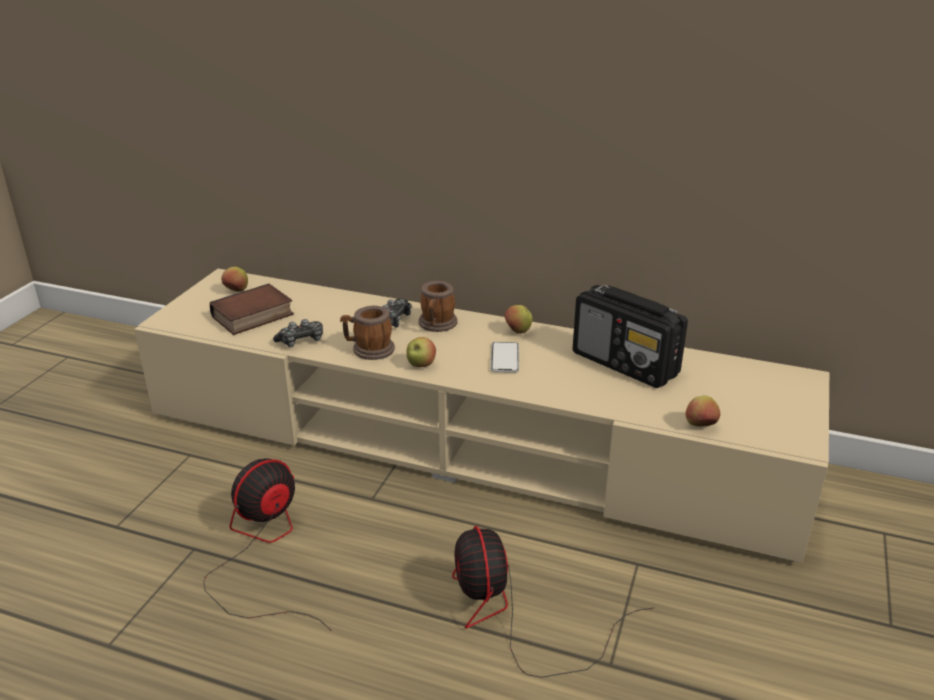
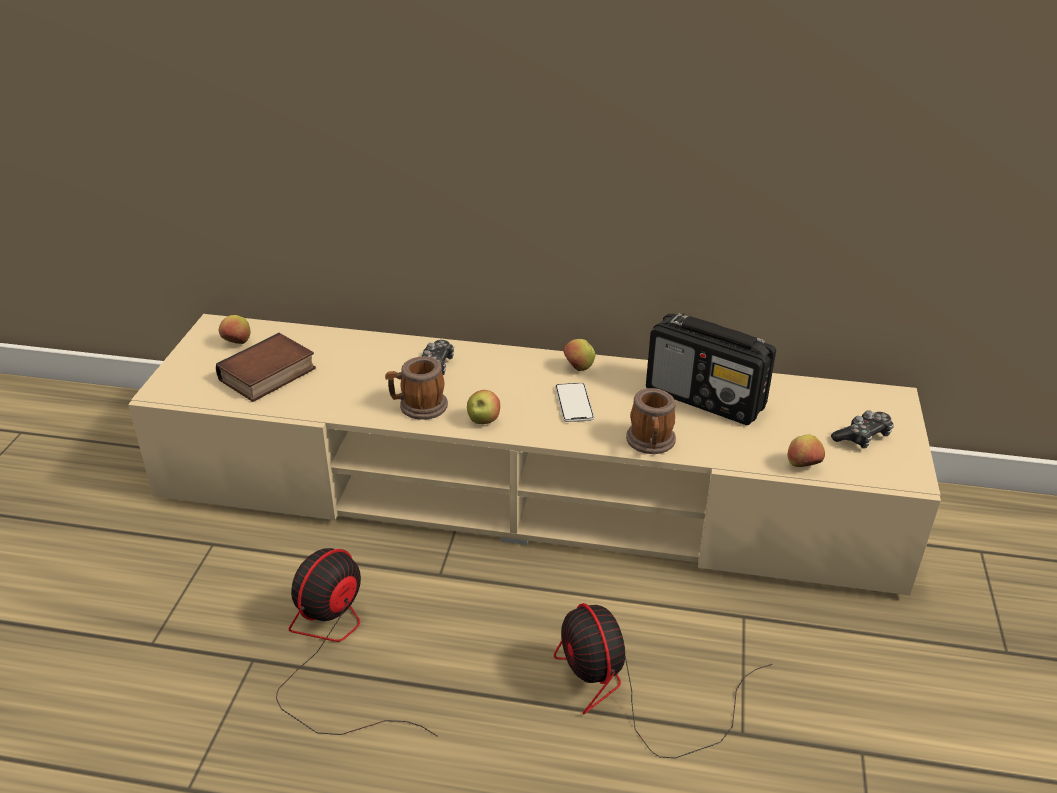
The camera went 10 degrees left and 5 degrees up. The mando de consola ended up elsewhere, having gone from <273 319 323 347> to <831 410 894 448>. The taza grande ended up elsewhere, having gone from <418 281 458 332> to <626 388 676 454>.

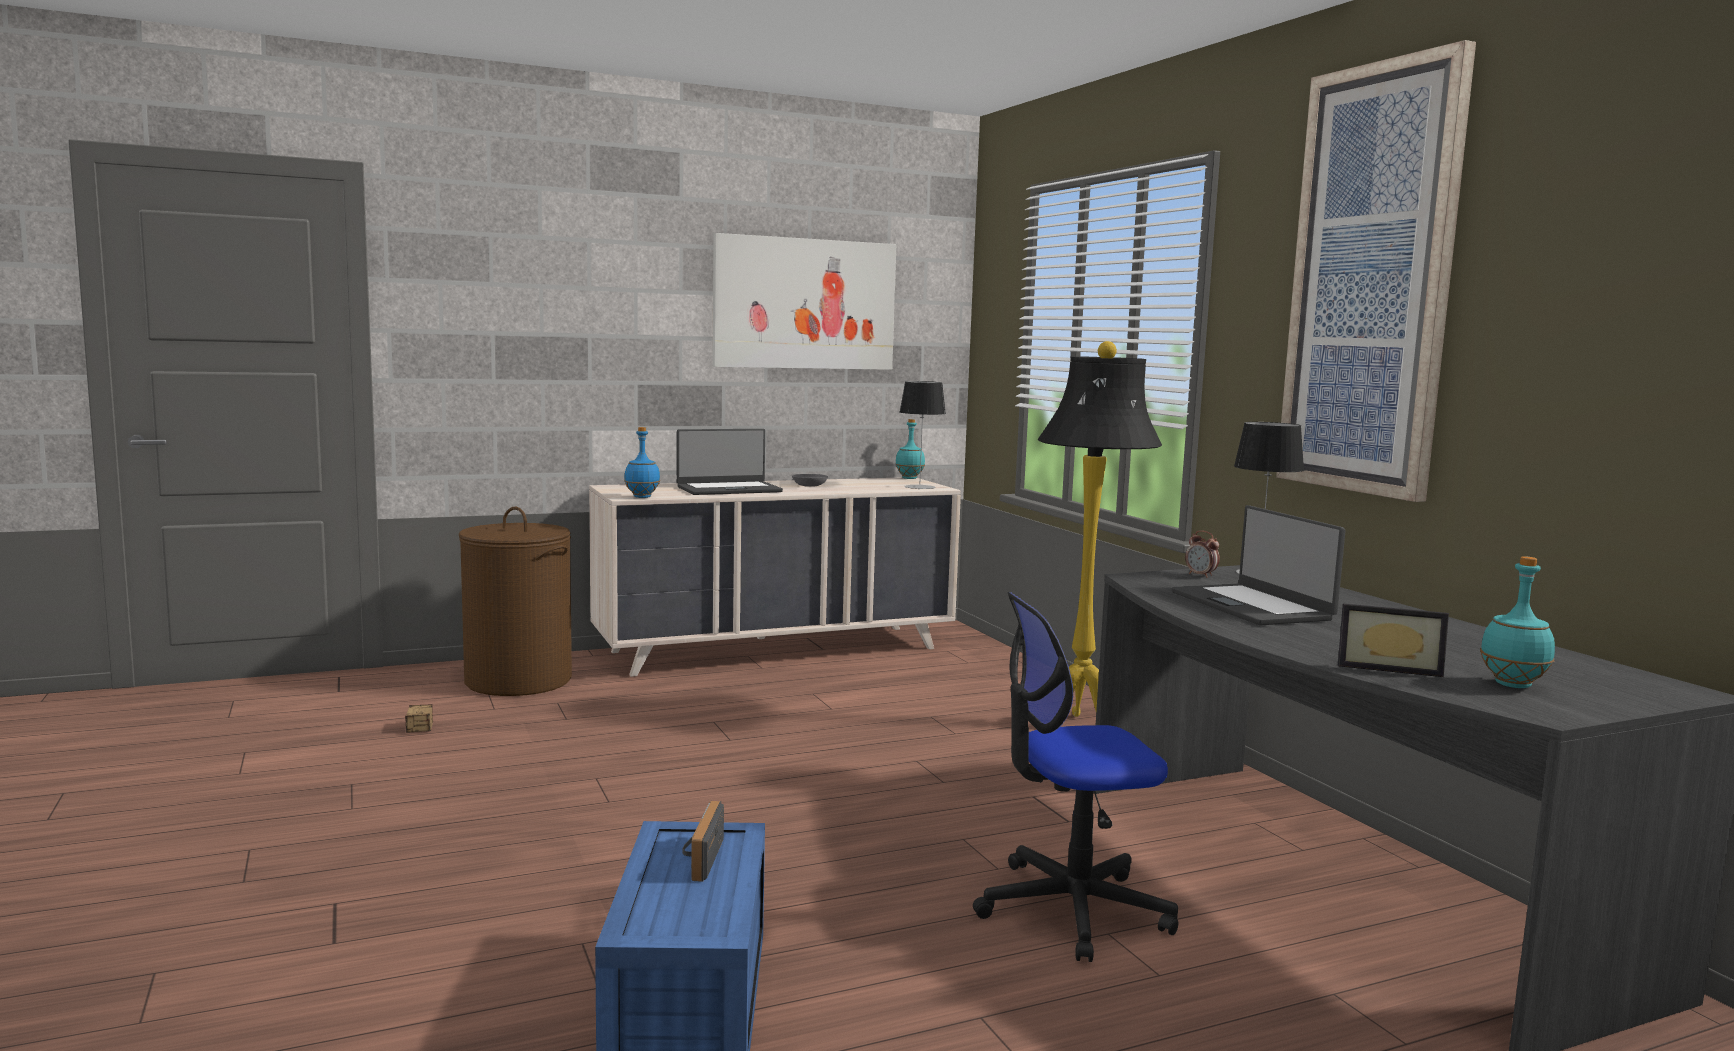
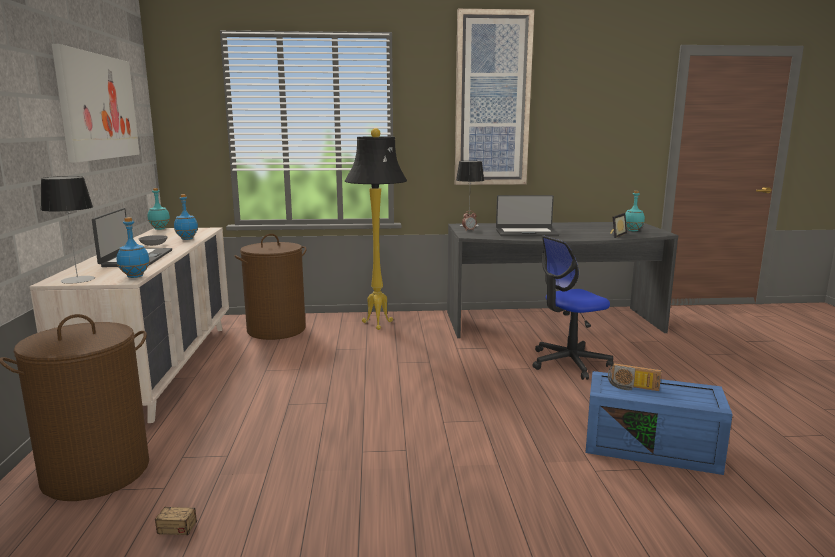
The camera went 70 degrees left and 5 degrees up. The lámpara de mesa ended up elsewhere, having gone from <900 381 946 489> to <40 176 95 283>. The silla de oficina at <972 592 1178 962> ended up facing another way, 60 degrees clockwise from before. The second view gained the botella (azul) at <174 194 198 240>. The second view gained the cesto de la ropa (marrón) at <234 234 306 340>.

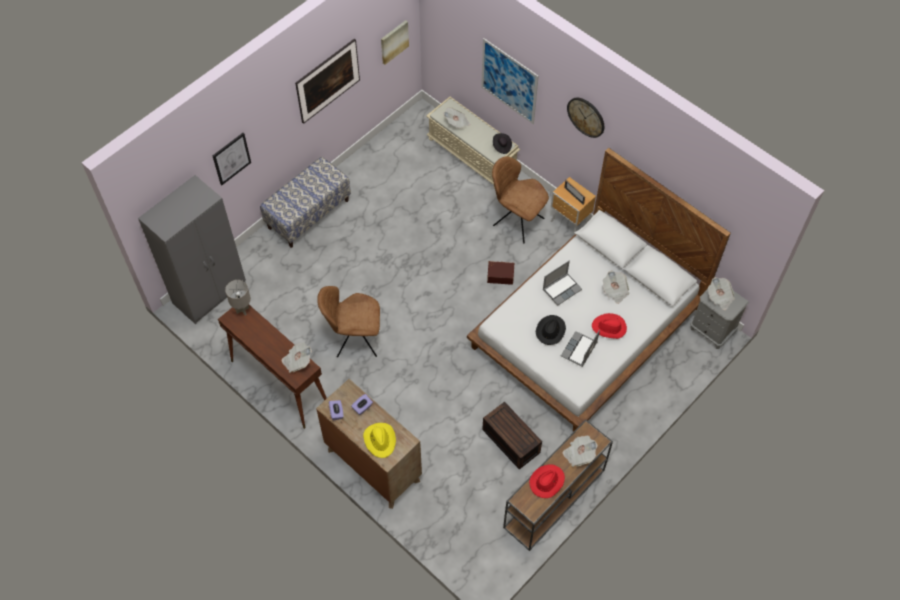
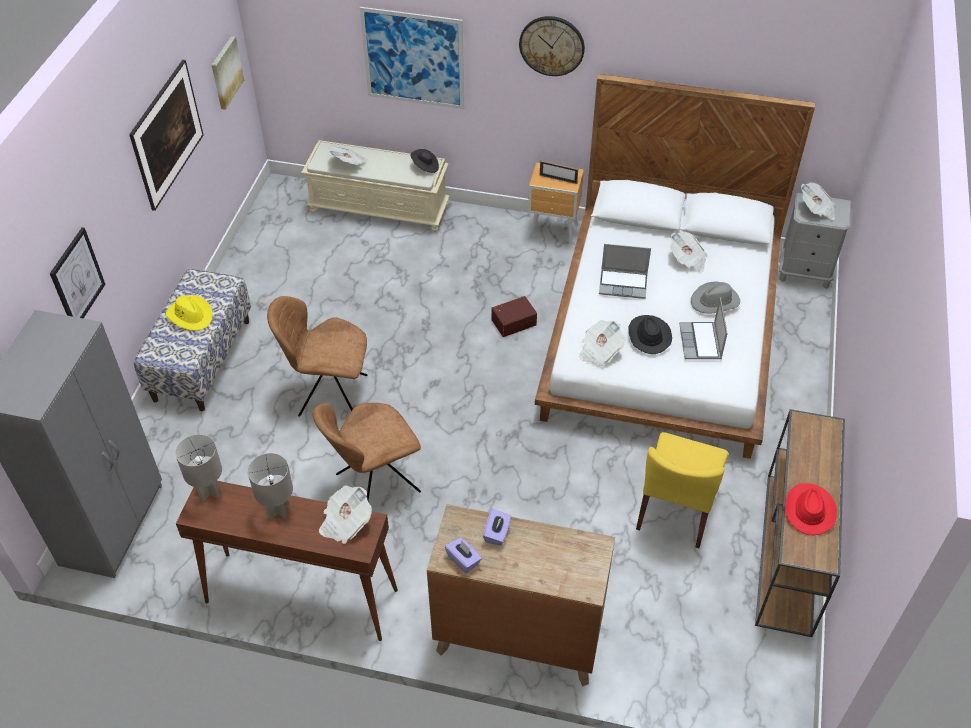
The camera went 30 degrees left and 10 degrees down. The sombrero (amarillo) ended up elsewhere, having gone from <363 423 396 458> to <166 295 213 331>. Where the caja de almacenaje (marrón) stood at <482 402 542 469>, the silla (amarillo) came to stand at <636 432 728 548>. The silla (marrón) ended up elsewhere, having gone from <492 156 549 243> to <267 296 367 417>. The portátil at <543 260 582 306> ended up facing another way, 75 degrees clockwise from before. The periódico ended up elsewhere, having gone from <563 436 598 467> to <579 320 625 366>. What was the sombrero (rojo) at <592 313 627 339> turned into the sombrero (gris) at <691 282 740 313>. The second view gained the lámpara de mesa (gris) at <248 453 293 519>.

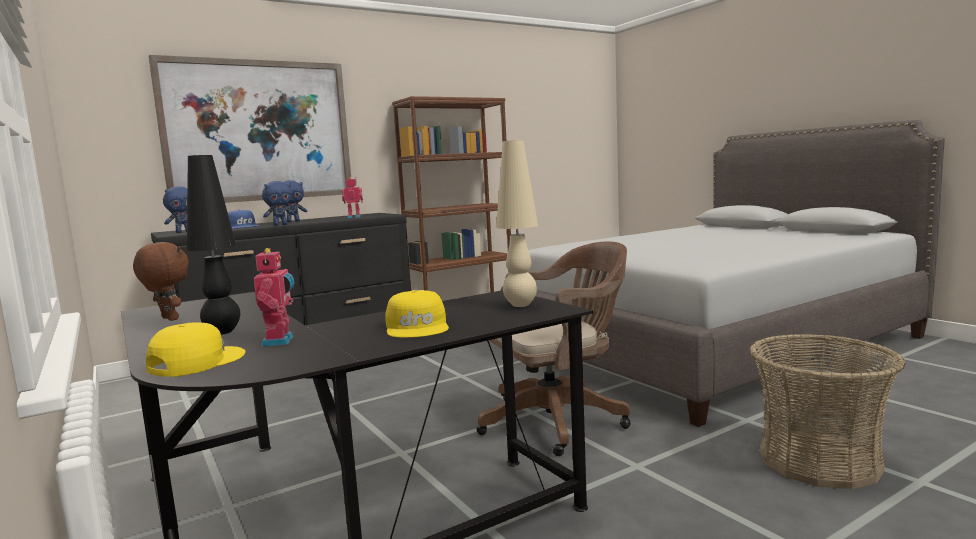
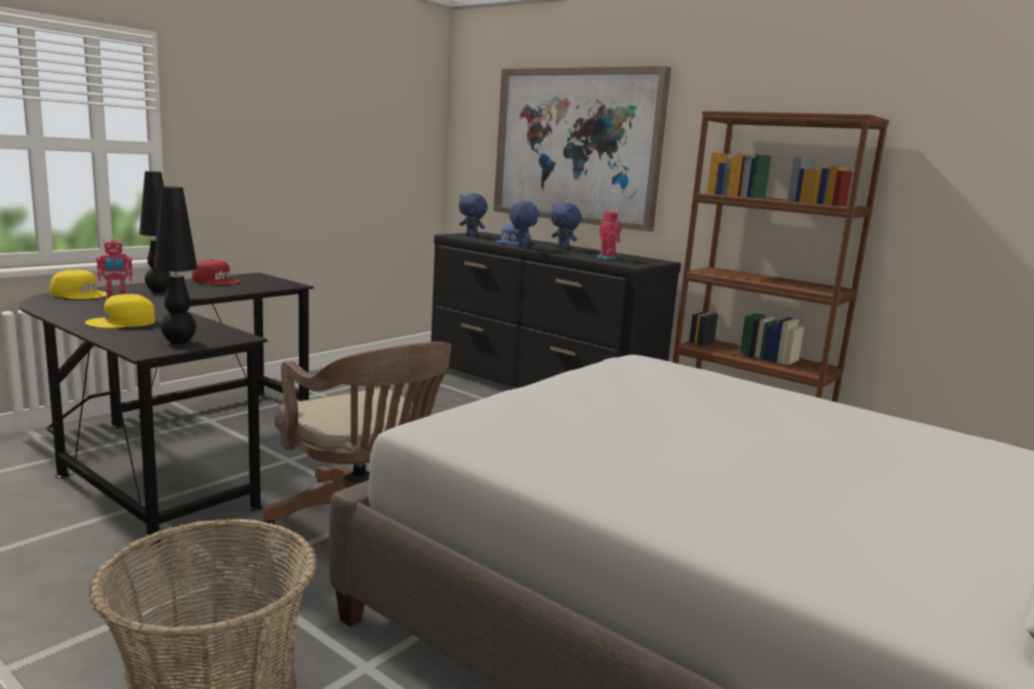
The camera went 70 degrees right and 5 degrees up. Where the peluche (marrón) stood at <133 242 189 321>, the gorra (rojo) came to stand at <192 259 240 285>. The peluche (azul) at <262 181 295 226> ended up facing another way, 150 degrees counterclockwise from before. What was the lámpara de mesa (beis) at <496 140 538 307> turned into the lámpara de mesa (negro) at <154 186 198 344>.

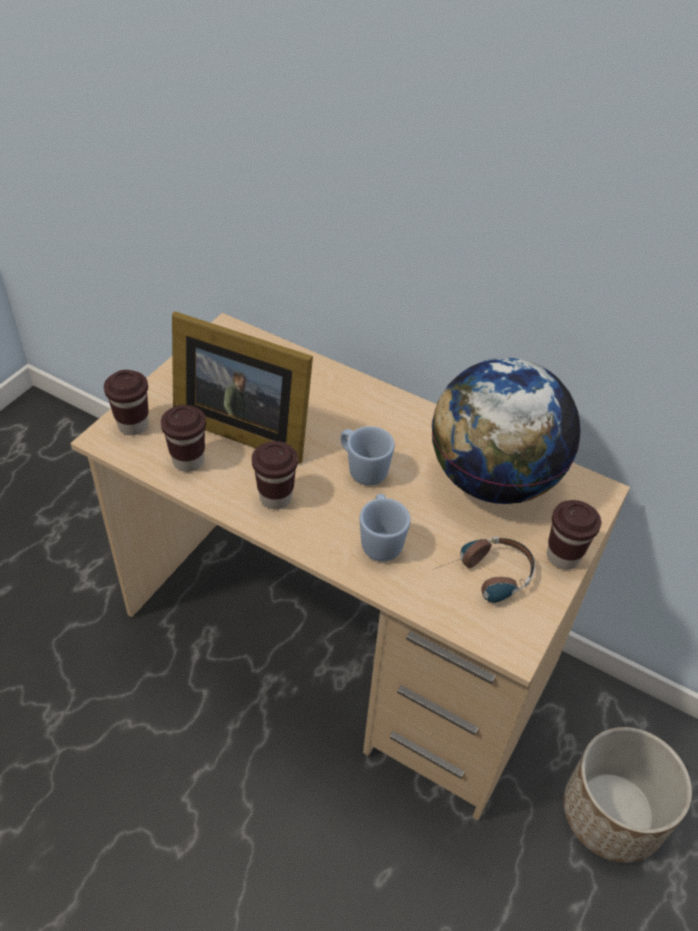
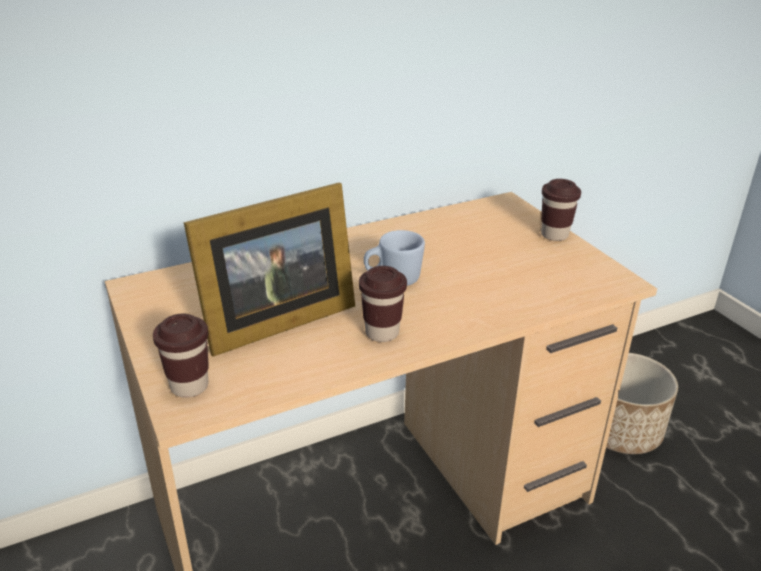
The camera went 55 degrees left and 15 degrees down. The second view lost the taza (marrón) at <161 405 206 472>. The second view lost the taza grande (azul) at <360 494 411 562>. The second view lost the globo terráqueo at <432 358 580 504>. The second view lost the auriculares at <437 537 535 603>.

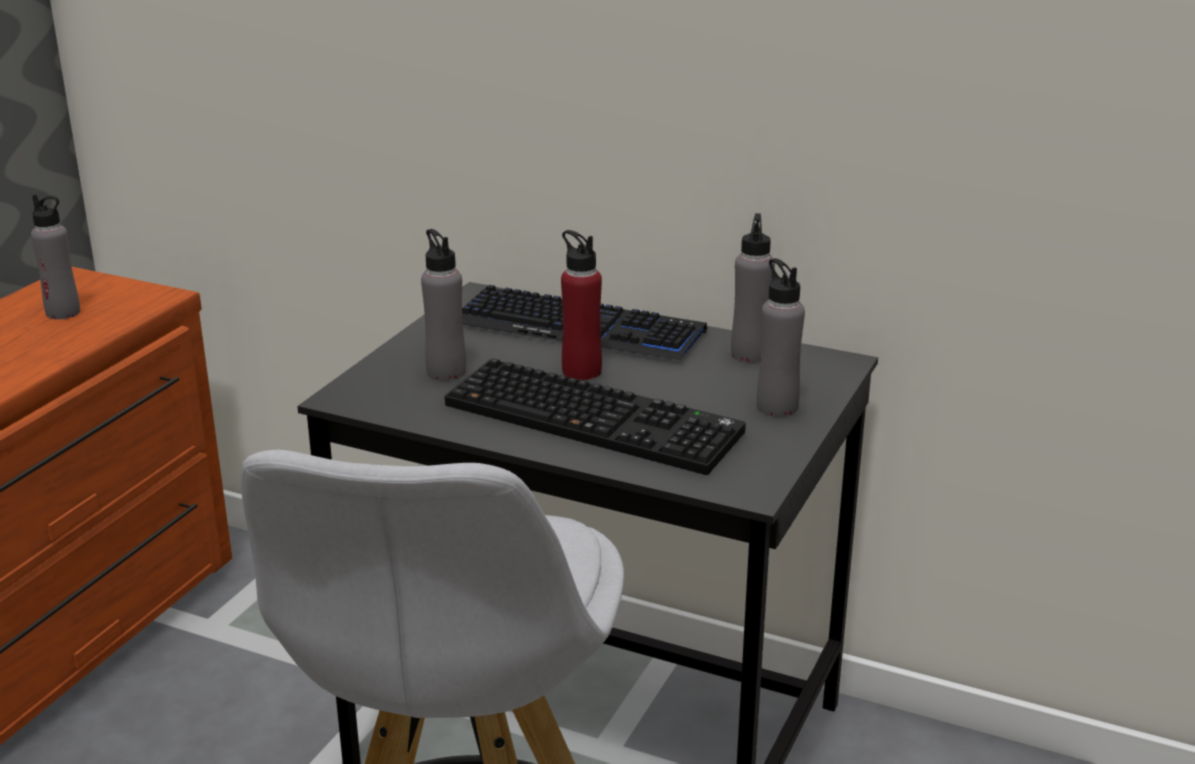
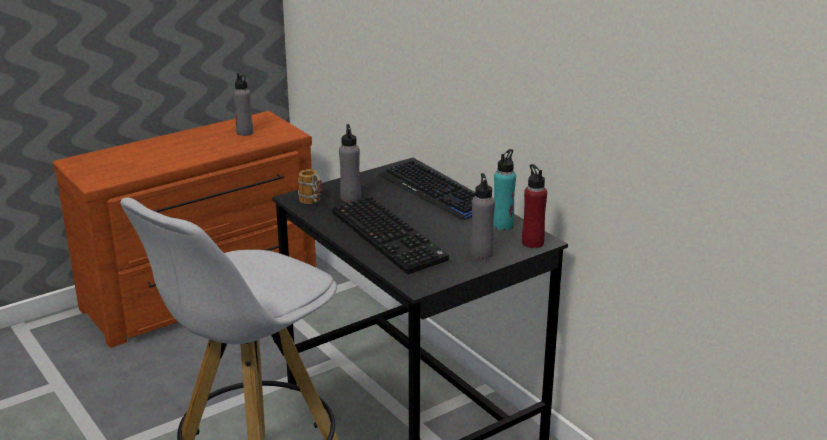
The camera went 30 degrees right and 0 degrees up. The botella (rojo) ended up elsewhere, having gone from <561 230 602 380> to <522 164 547 248>. What was the botella (gris) at <731 213 775 363> turned into the botella (turquesa) at <493 149 516 230>. The second view gained the taza grande at <298 169 323 204>.

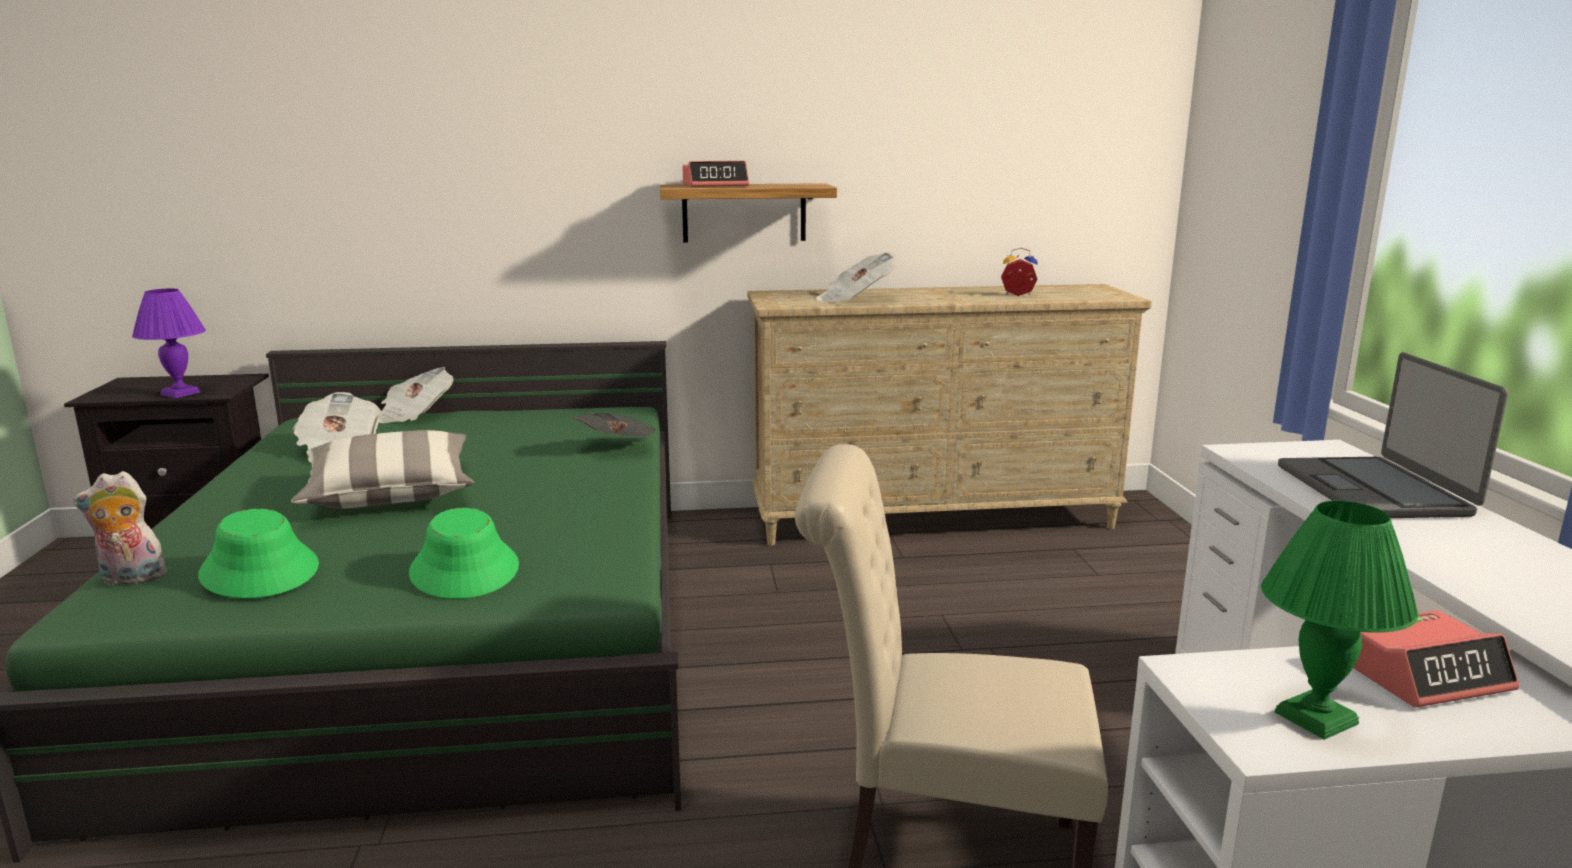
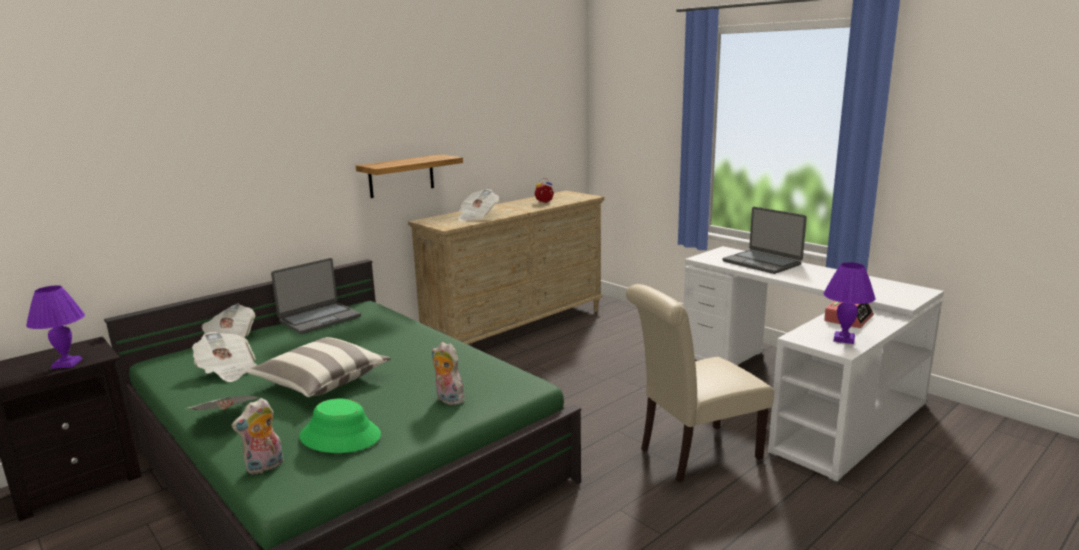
The camera went 35 degrees left and 0 degrees up. Where the sombrero (verde) stood at <409 508 519 599>, the peluche came to stand at <432 342 465 405>. The periódico ended up elsewhere, having gone from <573 413 655 437> to <188 395 260 410>. The second view lost the despertador at <683 161 749 187>. What was the lámpara de mesa (verde) at <1261 501 1419 740> turned into the lámpara de mesa (morado) at <823 262 875 344>. The second view gained the portátil at <271 258 361 334>.

